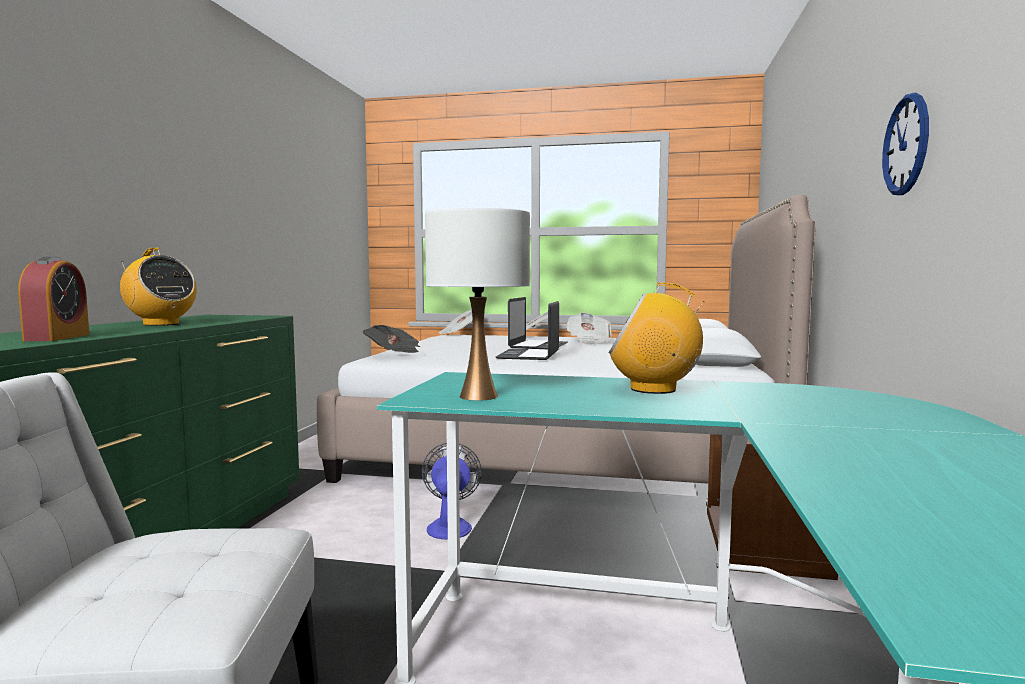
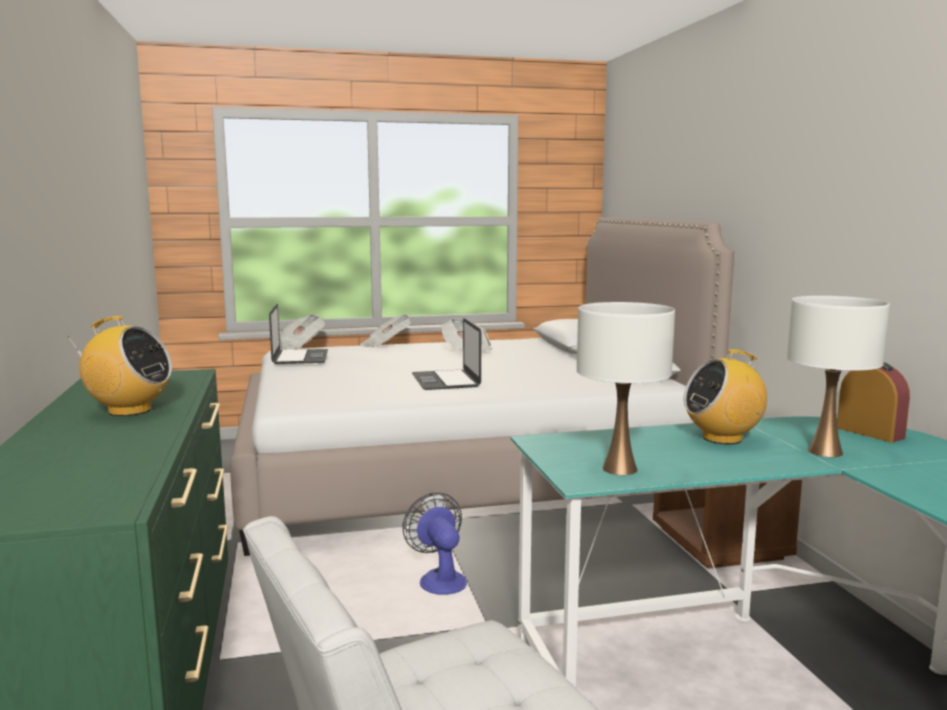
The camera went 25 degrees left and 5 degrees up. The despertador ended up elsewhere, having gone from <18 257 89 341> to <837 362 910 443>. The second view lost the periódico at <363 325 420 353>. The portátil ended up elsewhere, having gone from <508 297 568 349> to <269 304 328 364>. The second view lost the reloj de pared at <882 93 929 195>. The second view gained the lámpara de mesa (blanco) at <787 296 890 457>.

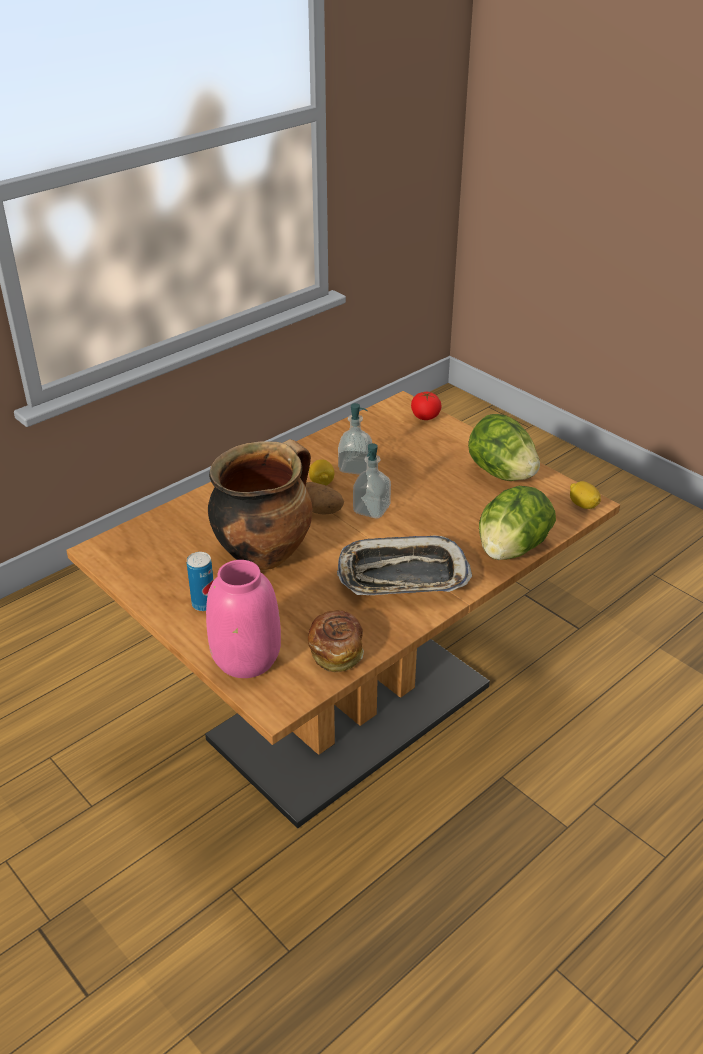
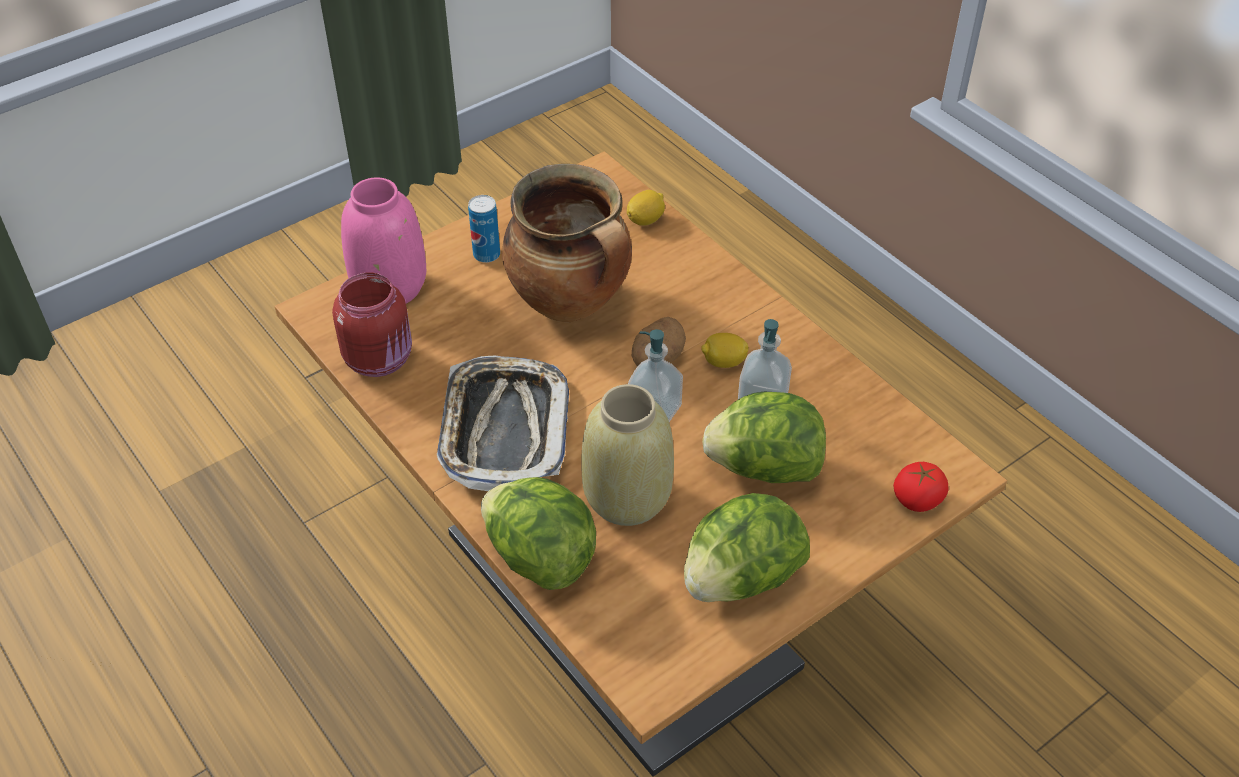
The camera went 95 degrees right and 10 degrees up. Where the pan stood at <308 610 364 672>, the tarro (rojo) came to stand at <332 272 412 377>. The limón ended up elsewhere, having gone from <570 481 601 509> to <627 190 665 226>. The second view gained the florero (beis) at <581 384 674 526>. The second view gained the lechuga at <702 392 826 483>.

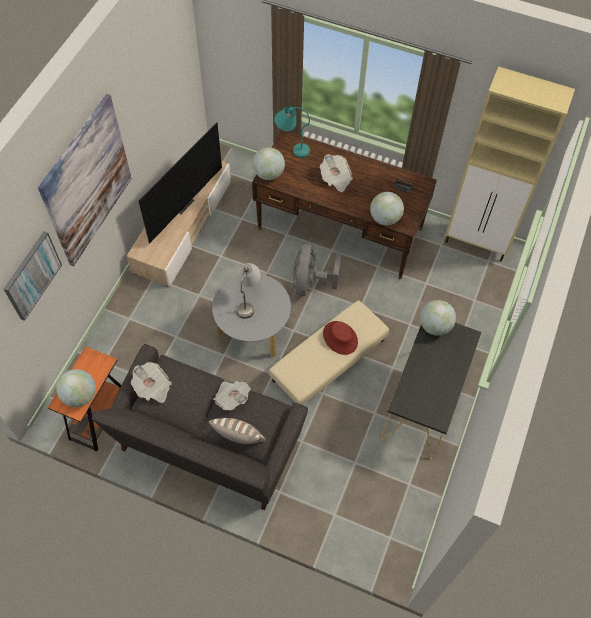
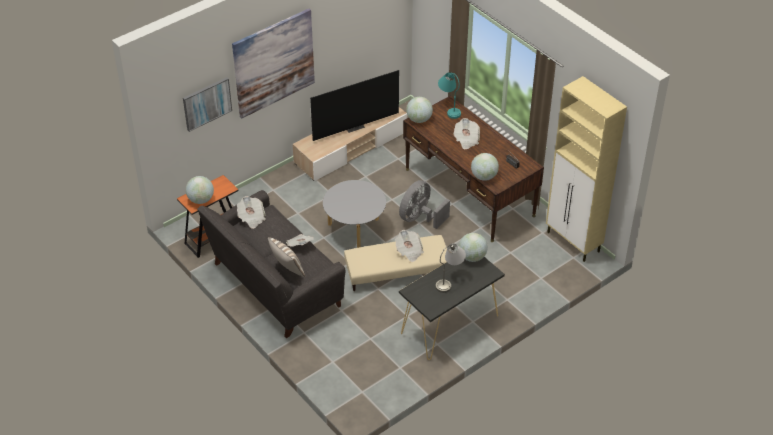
The camera went 30 degrees right and 15 degrees down. The lámpara de mesa (gris) ended up elsewhere, having gone from <236 263 261 319> to <436 244 466 293>. Where the sombrero (rojo) stood at <323 321 358 355>, the periódico came to stand at <395 230 424 262>.

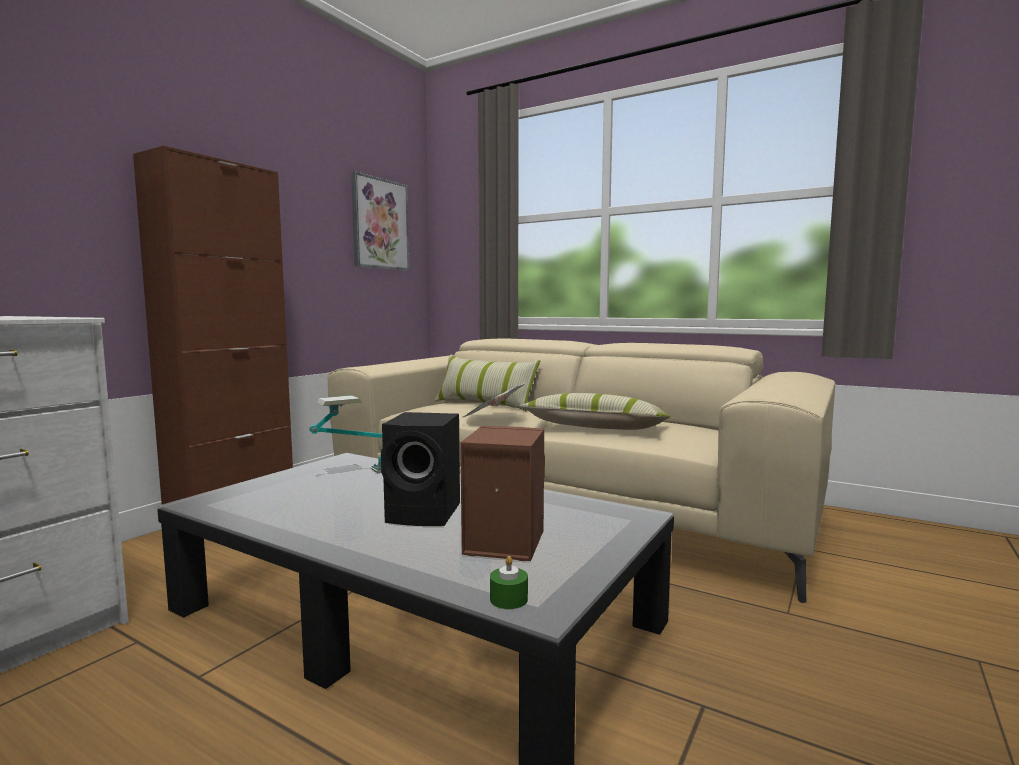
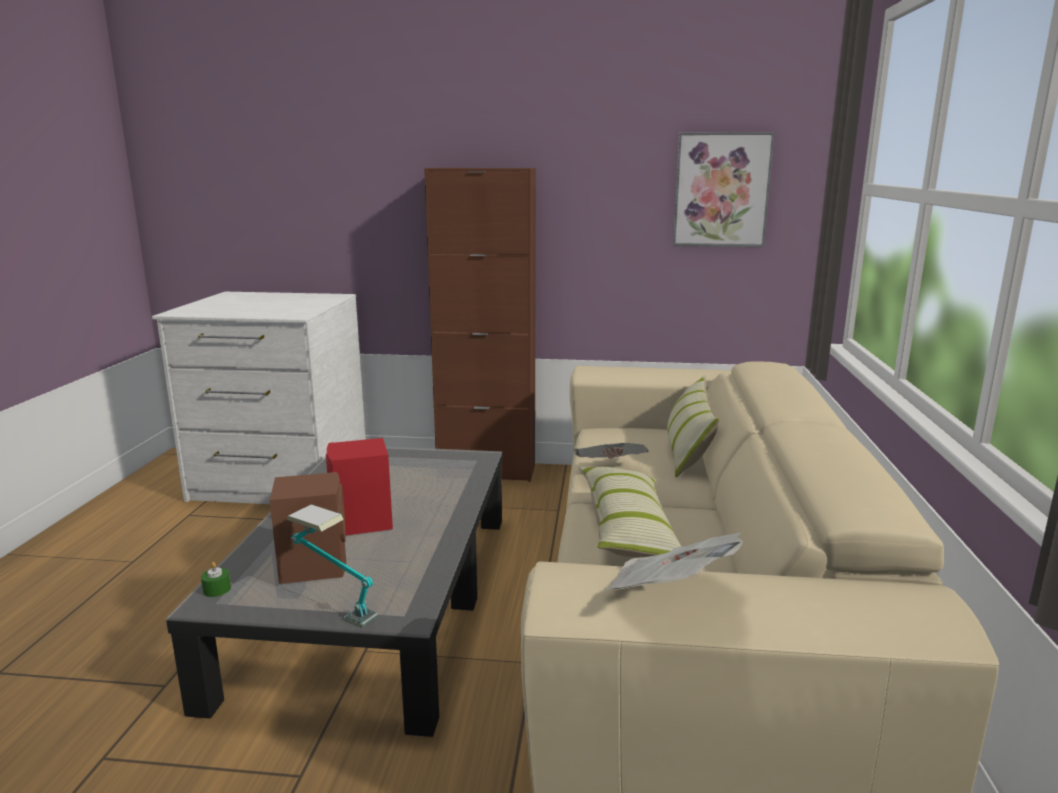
The camera went 65 degrees right and 10 degrees up. The lámpara de mesa ended up elsewhere, having gone from <309 395 382 473> to <287 504 378 628>. What was the altavoz (negro) at <381 412 460 526> turned into the altavoz (rojo) at <326 438 393 535>. The second view gained the periódico at <604 533 743 590>.

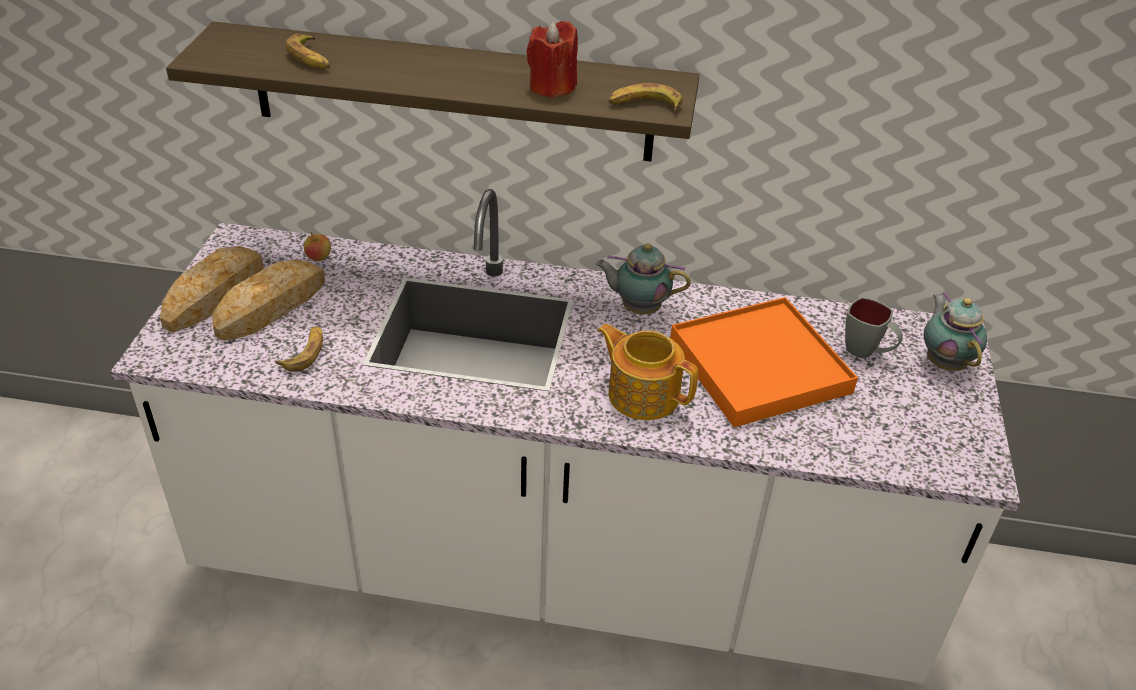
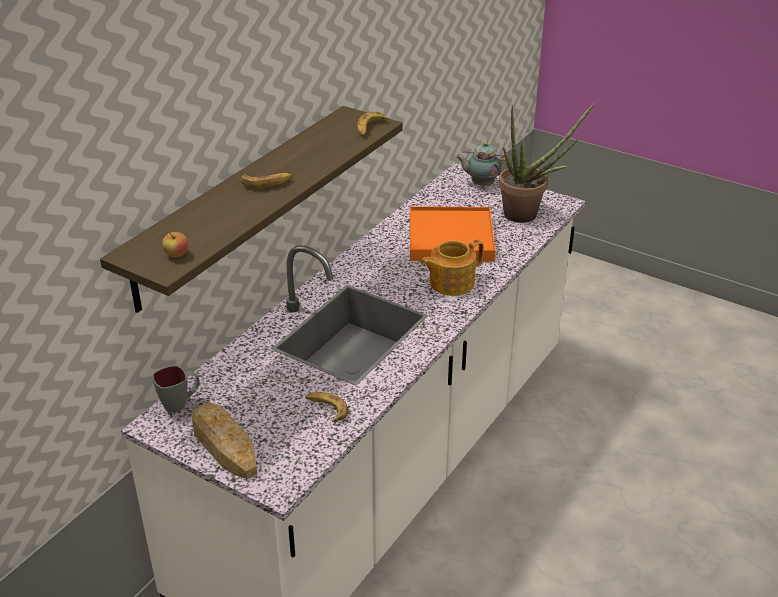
The camera went 65 degrees left and 5 degrees down. The second view lost the pan at <212 260 325 340>. The plátano ended up elsewhere, having gone from <286 34 330 69> to <241 173 292 189>. The manzana ended up elsewhere, having gone from <304 232 331 261> to <162 232 188 257>. The second view lost the vela (rojo) at <527 21 578 98>. The second view lost the tetera at <596 243 691 314>. The taza grande (gris) ended up elsewhere, having gone from <845 297 903 359> to <152 365 200 413>. The second view gained the planta en maceta at <499 103 594 223>.

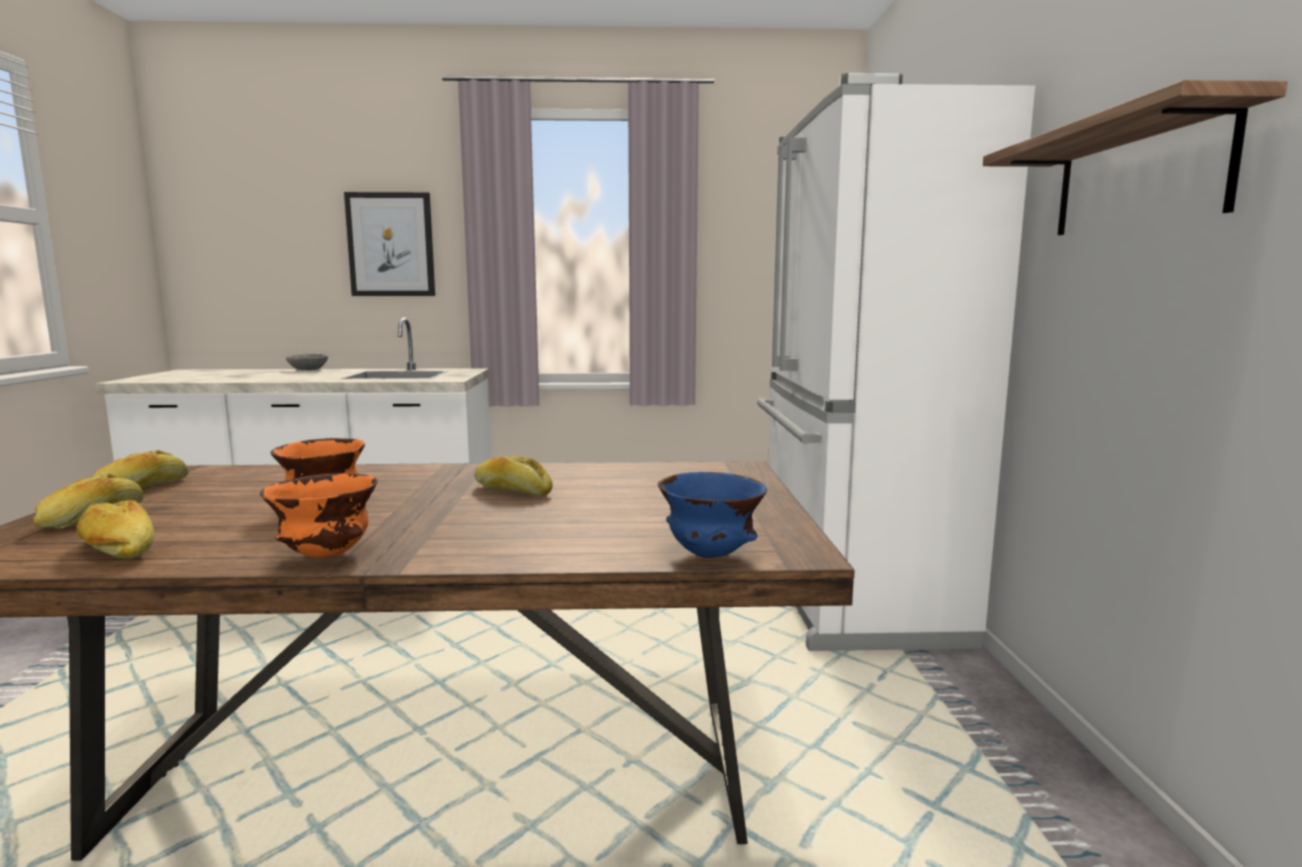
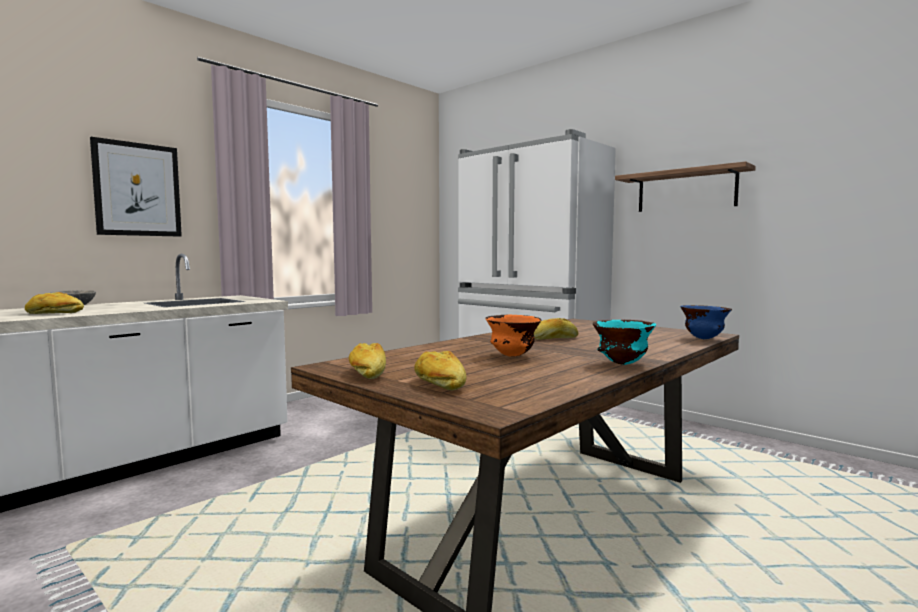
The camera went 45 degrees left and 5 degrees down. The pan ended up elsewhere, having gone from <76 500 154 559> to <25 292 84 314>. What was the cuenco (naranja) at <260 473 378 558> turned into the cuenco (turquesa) at <593 320 656 365>.

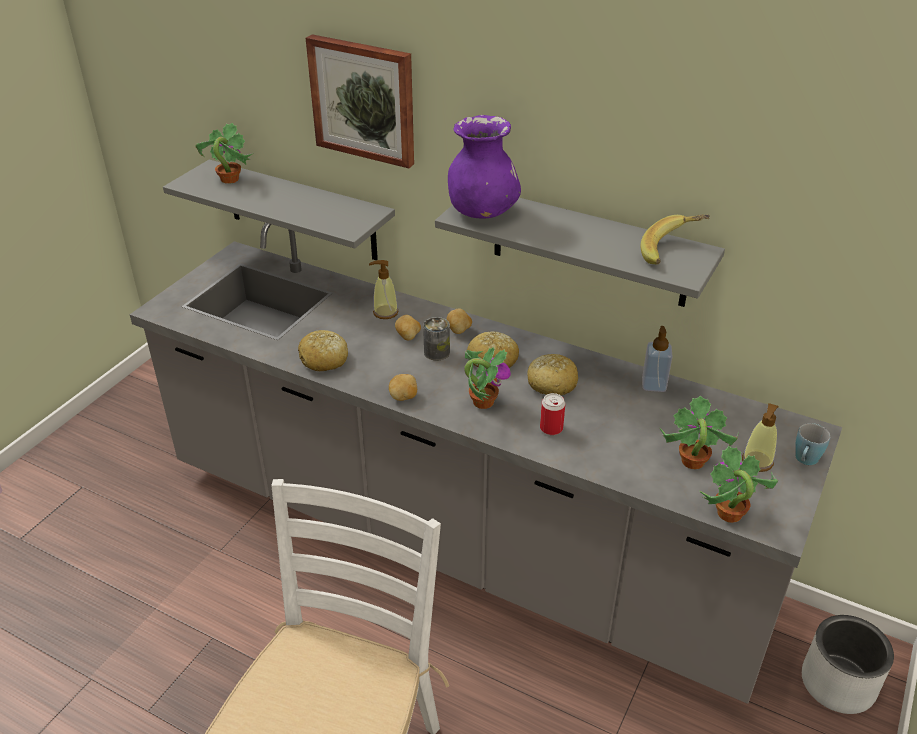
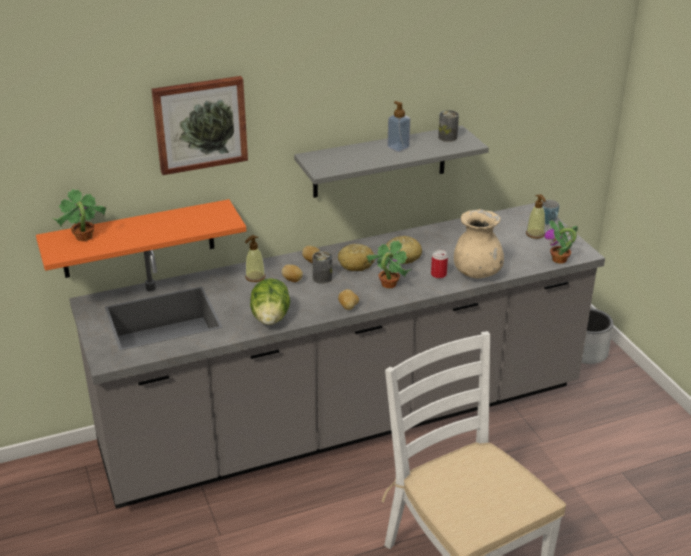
The camera went 50 degrees left and 5 degrees down. What was the estante (gris) at <163 159 395 260> turned into the estante (naranja) at <36 199 247 278>. Where the pan stood at <298 330 348 371>, the lechuga came to stand at <250 278 290 325>. The second view lost the florero (morado) at <448 115 521 218>. Where the plátano stood at <641 215 710 265>, the lata came to stand at <438 110 459 142>. The dispensador de jabón ended up elsewhere, having gone from <642 326 673 392> to <388 101 410 152>. The second view lost the planta en maceta at <660 396 739 469>. The second view gained the florero (beis) at <454 209 504 278>.

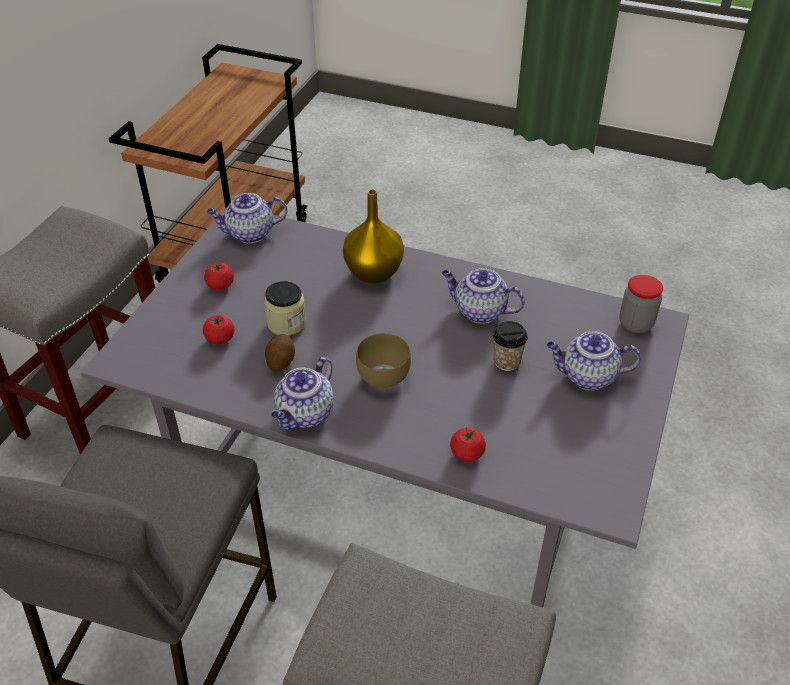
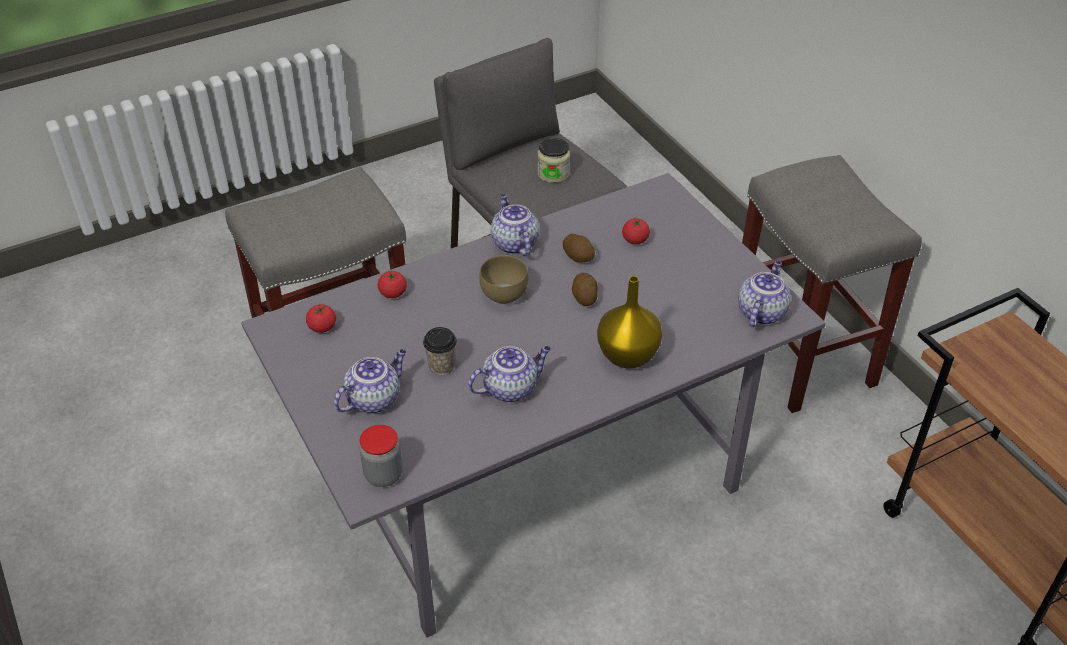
The camera went 130 degrees right and 0 degrees up. The tomate ended up elsewhere, having gone from <204 263 234 290> to <306 303 336 333>. The tarro ended up elsewhere, having gone from <264 281 306 336> to <538 138 570 183>. The second view gained the patata at <572 273 598 306>.

